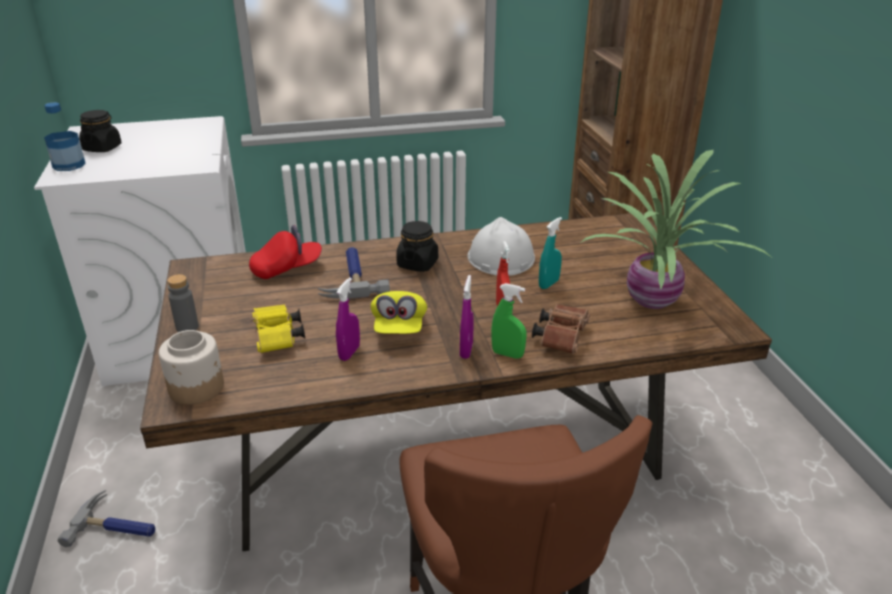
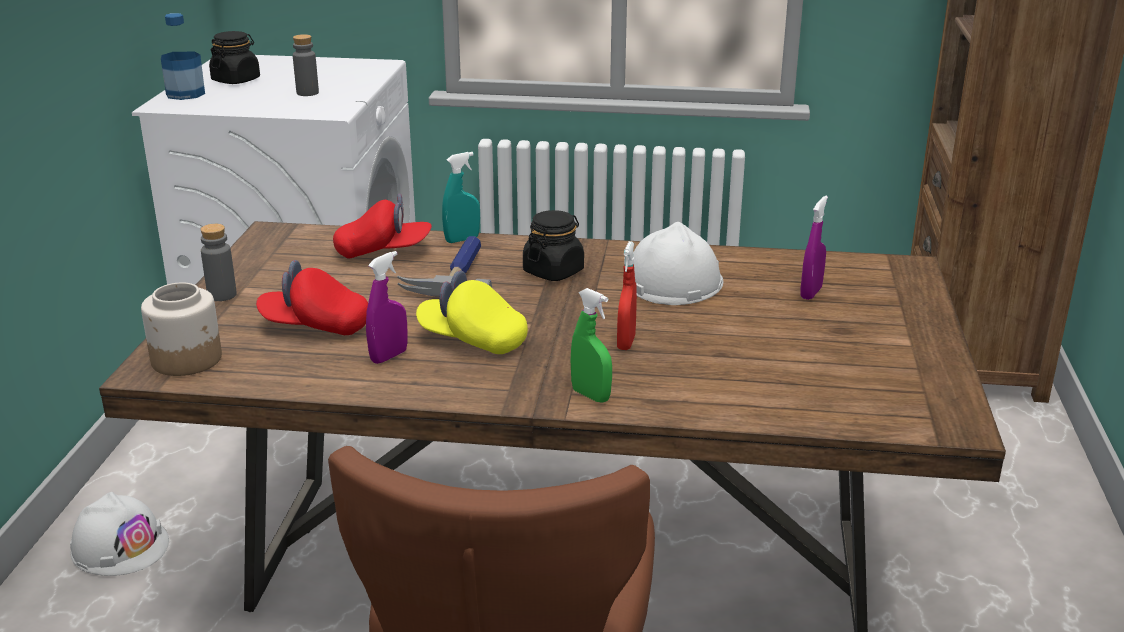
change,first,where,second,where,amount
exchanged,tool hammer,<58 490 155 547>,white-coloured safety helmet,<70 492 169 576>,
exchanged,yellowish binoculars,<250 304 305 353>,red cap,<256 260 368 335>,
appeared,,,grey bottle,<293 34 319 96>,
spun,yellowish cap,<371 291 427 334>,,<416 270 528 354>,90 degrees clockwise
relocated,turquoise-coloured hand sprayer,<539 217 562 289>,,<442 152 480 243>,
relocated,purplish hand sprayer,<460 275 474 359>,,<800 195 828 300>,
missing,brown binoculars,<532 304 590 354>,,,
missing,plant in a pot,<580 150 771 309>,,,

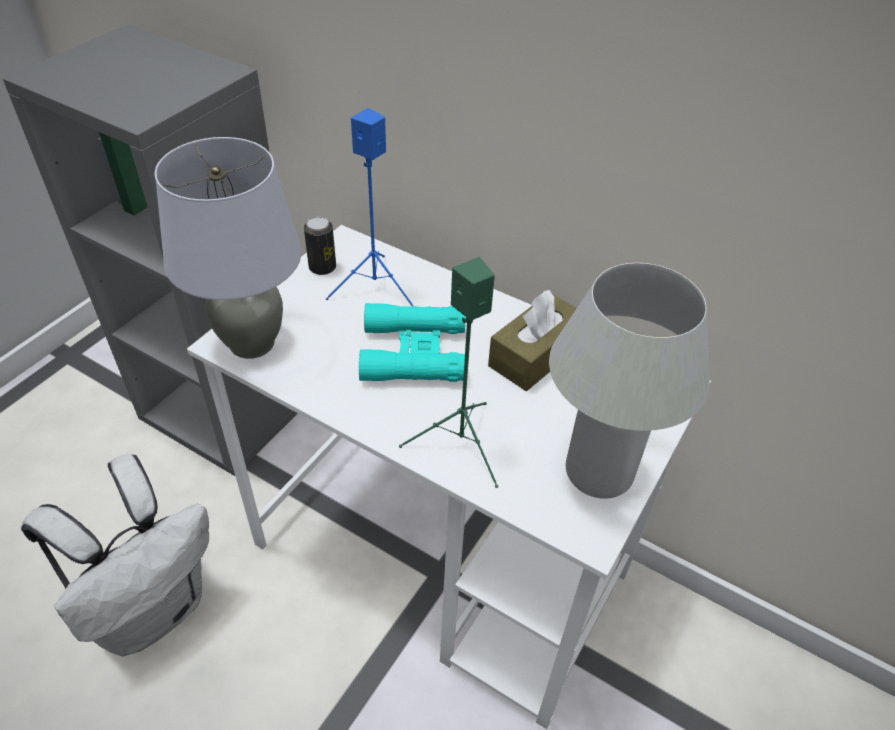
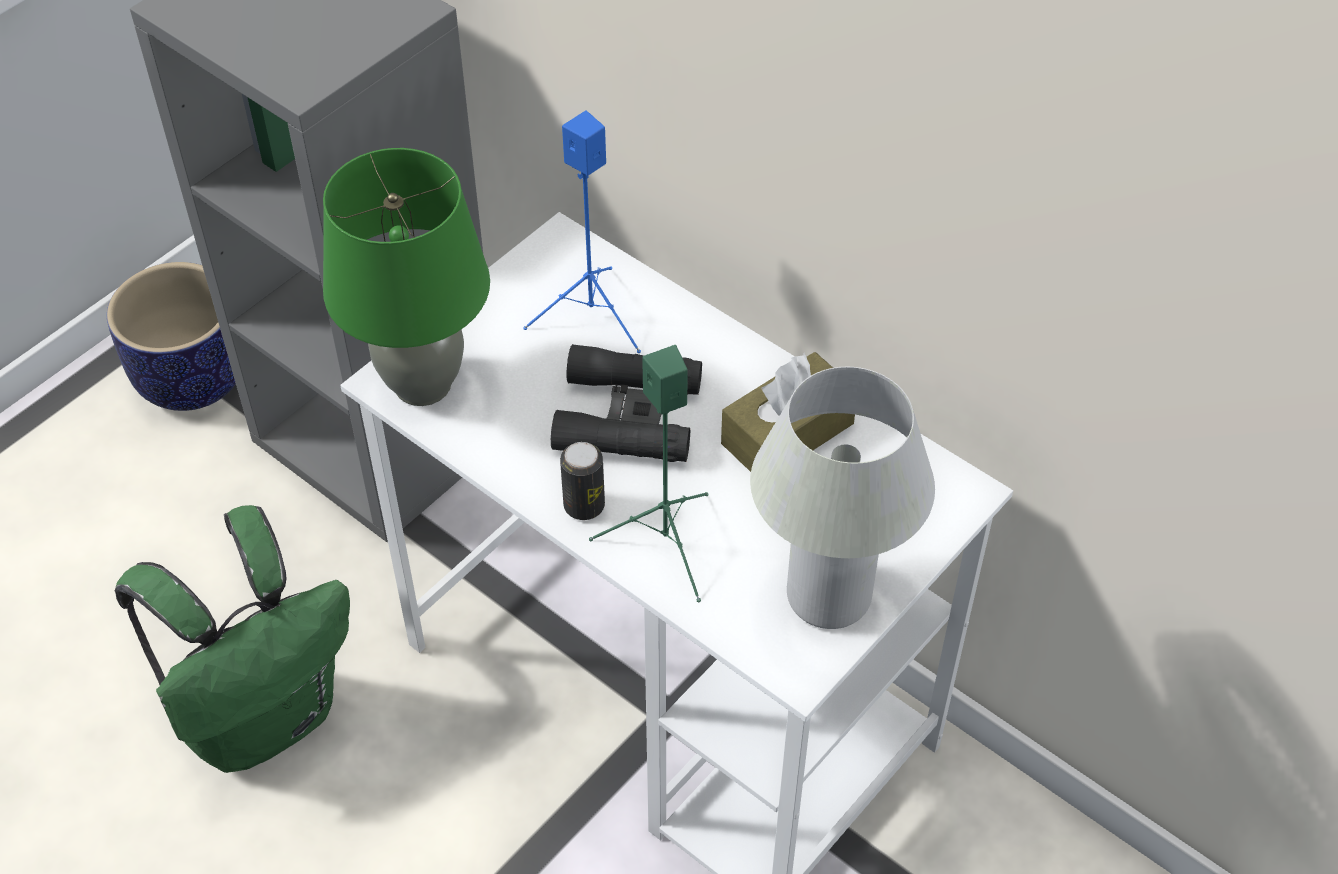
change,first,where,second,where,amount
appeared,,,flower pot,<107 262 236 411>,
colour,white-coloured rucksack,<21 454 209 657>,green-coloured rucksack,<115 505 350 773>,
colour,grey tabletop lamp,<155 137 302 359>,green-coloured tabletop lamp,<323 148 490 406>,
colour,turquoise-coloured binoculars,<359 303 465 382>,black binoculars,<551 344 702 462>,
relocated,can,<304 217 336 275>,,<560 442 605 520>,

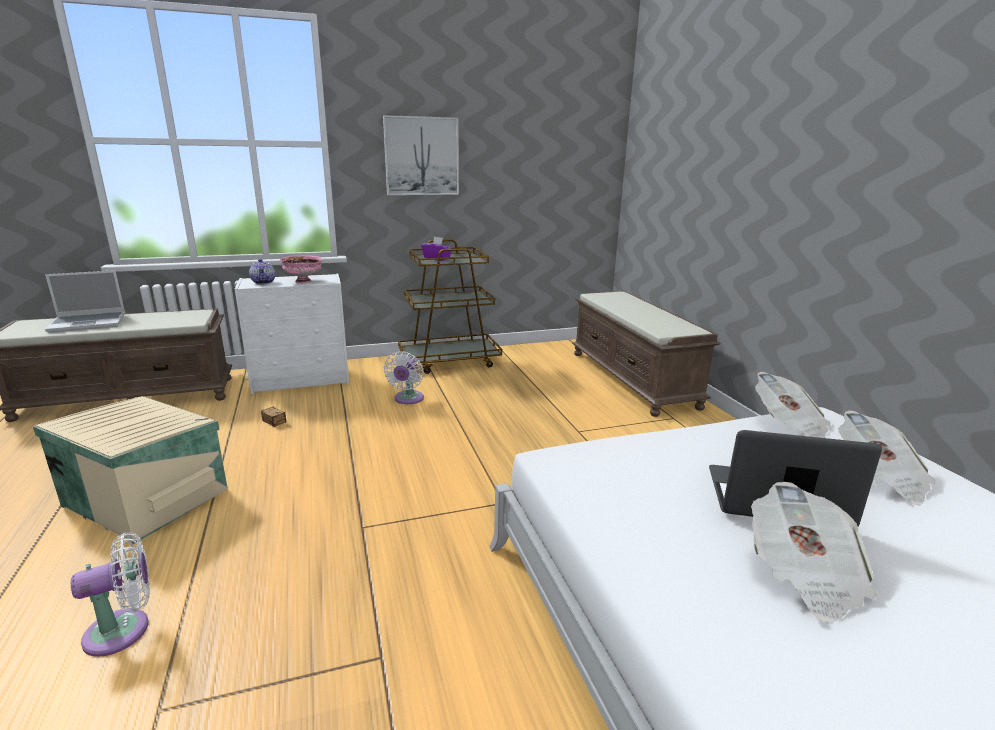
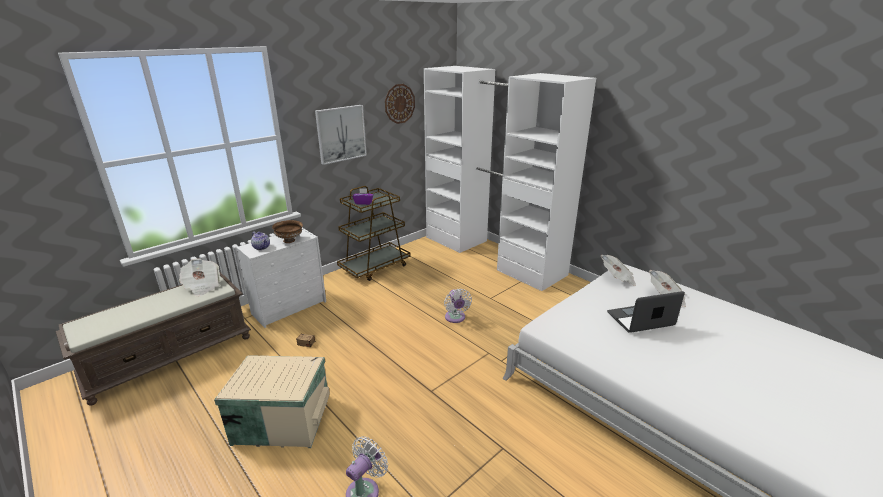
change,first,where,second,where,amount
relocated,newspaper,<751 482 878 624>,,<179 258 220 297>,
colour,pink-coloured bowl,<280 255 323 284>,brown bowl,<272 220 303 243>,
appeared,,,clock on the wall,<385 84 415 124>,
exchanged,brown indoor bench,<572 291 720 417>,white-coloured wardrobe,<424 66 596 291>,
relocated,white-coloured electric fan,<384 352 424 404>,,<444 289 472 323>,
missing,portable computer,<45 270 125 333>,,,

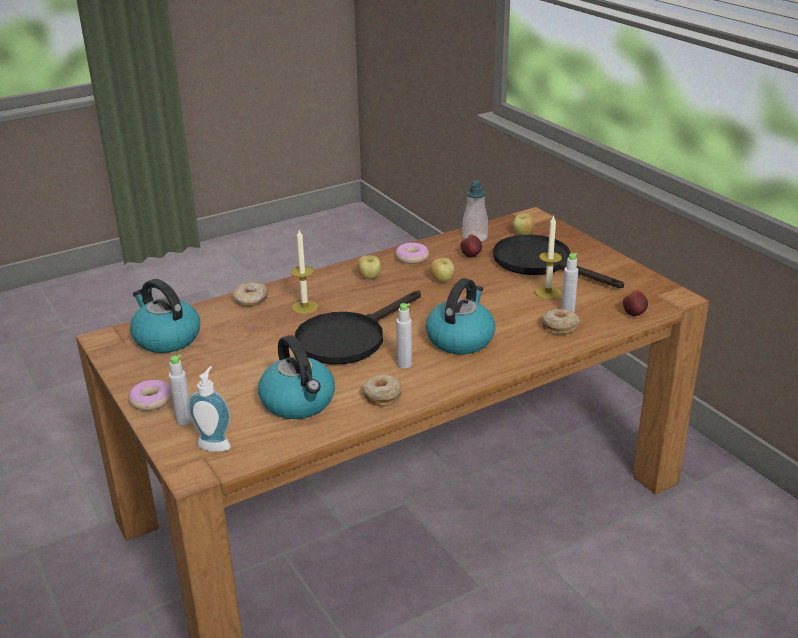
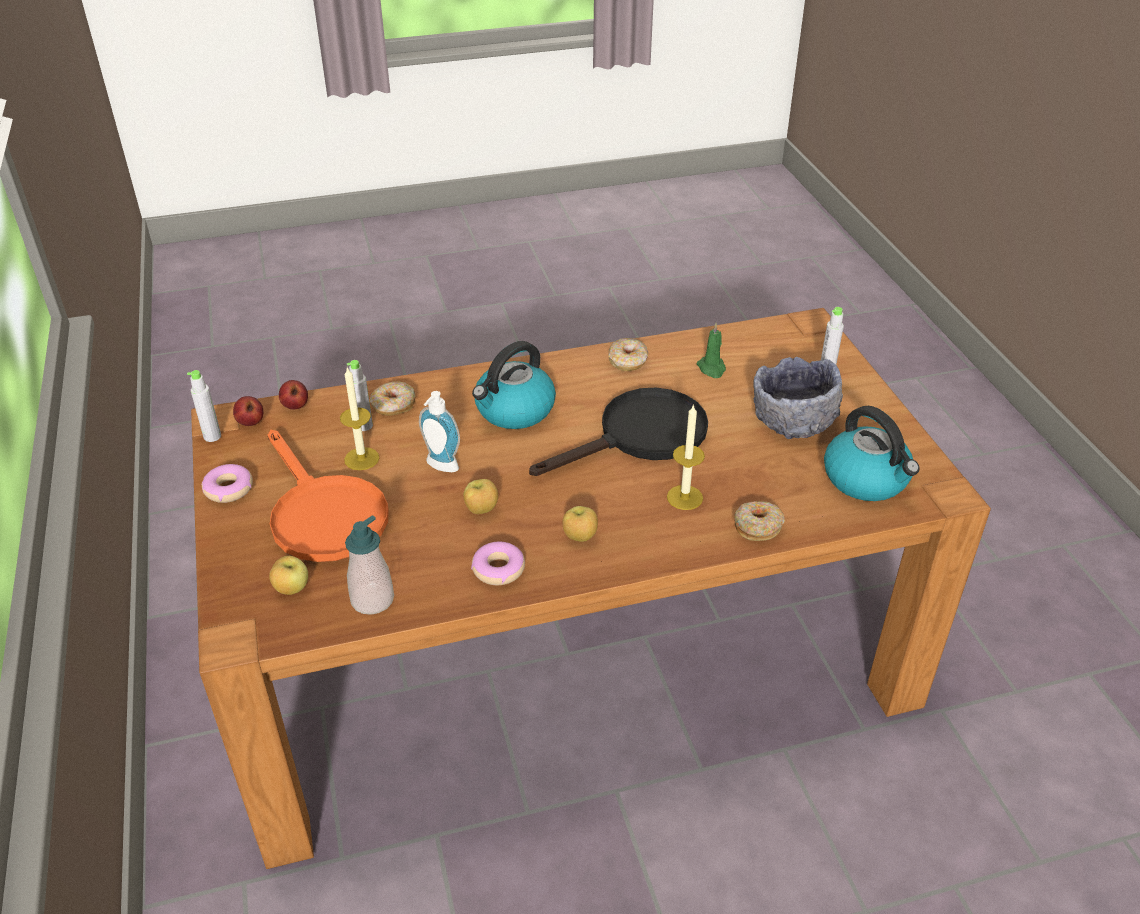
change,first,where,second,where,amount
relocated,grey bottle,<396 303 412 368>,,<187 370 221 442>,
relocated,doughnut,<128 380 172 411>,,<202 464 253 503>,
relocated,apple fruit,<460 235 482 257>,,<233 396 263 426>,
colour,black skillet,<493 234 624 288>,orangey skillet,<268 430 389 562>,
relocated,liquid soap bottle,<187 366 231 452>,,<419 391 460 472>,
exchanged,tea kettle,<258 335 335 419>,green-coloured candle,<696 323 726 378>,
appeared,,,grey bowl,<753 357 843 439>,

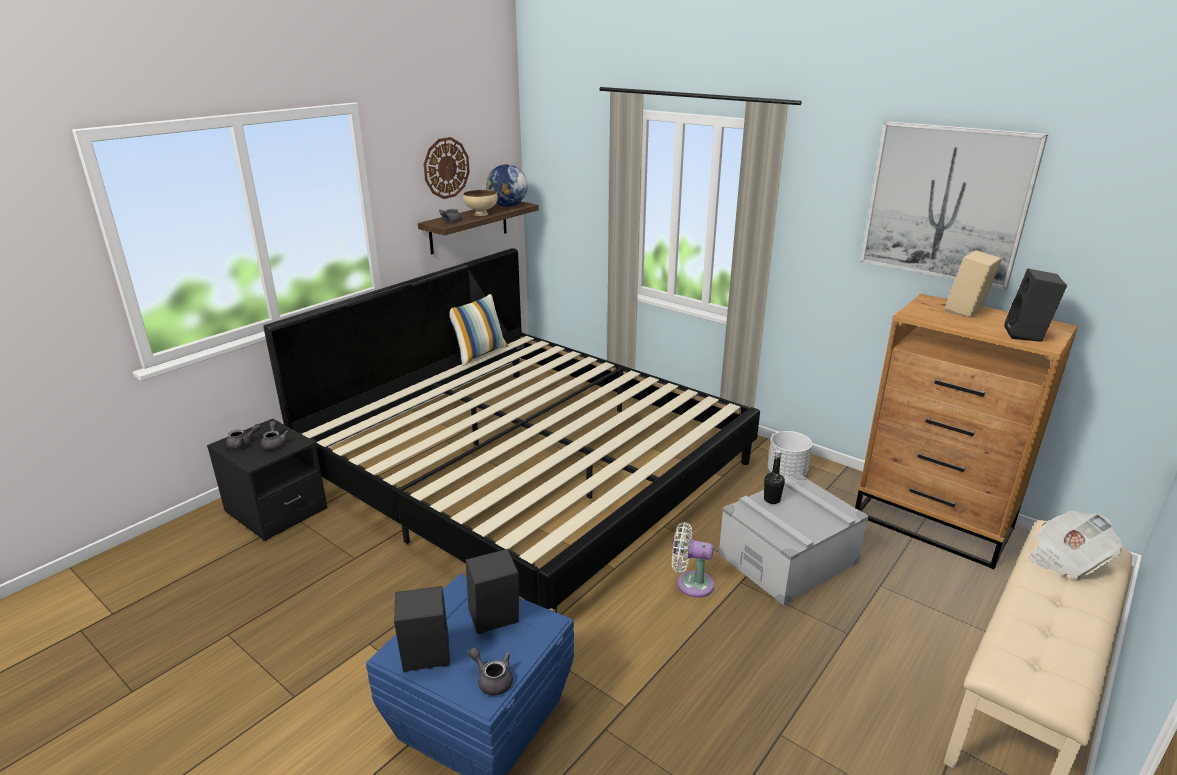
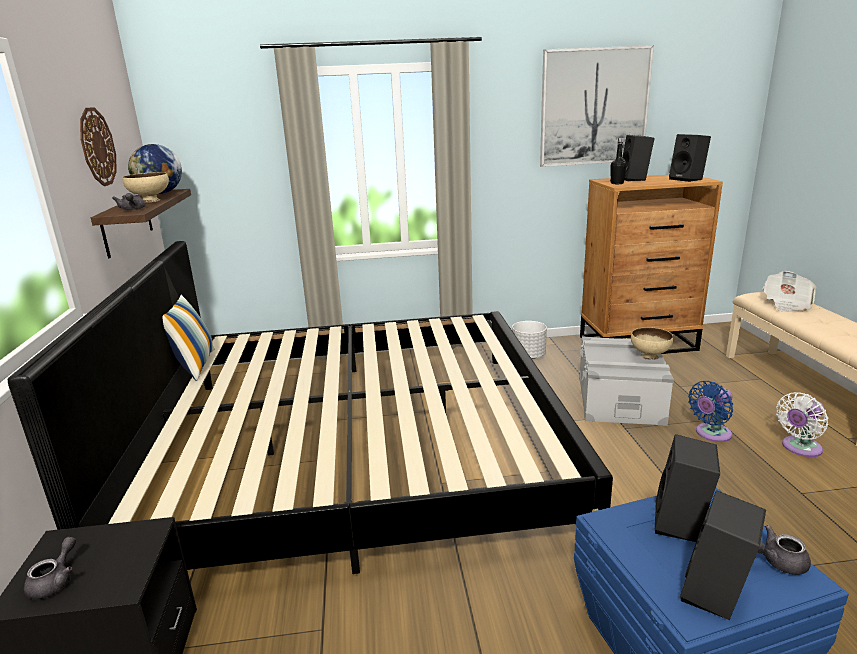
change,first,where,second,where,amount
relocated,black bottle,<764 450 785 504>,,<610 138 627 184>,
colour,beige-coloured speaker,<945 250 1002 318>,black speaker,<622 135 655 181>,
appeared,,,beige-coloured bowl,<631 327 673 360>,
appeared,,,blue electric fan,<688 381 733 442>,
relocated,white-coloured electric fan,<672 522 715 598>,,<776 392 828 457>,
missing,grey teapot,<261 421 289 450>,,,

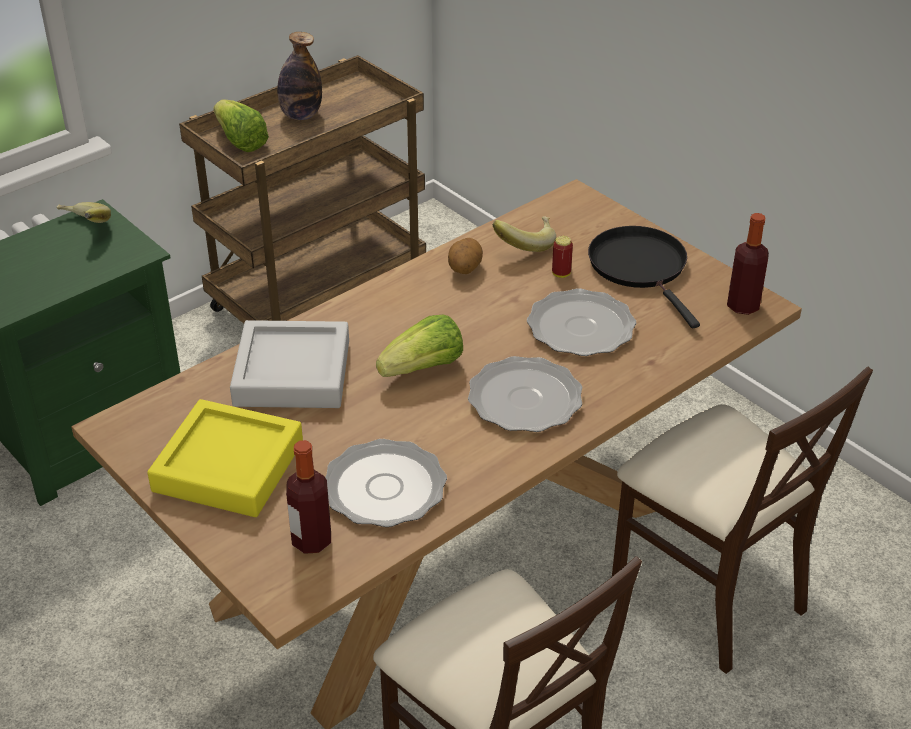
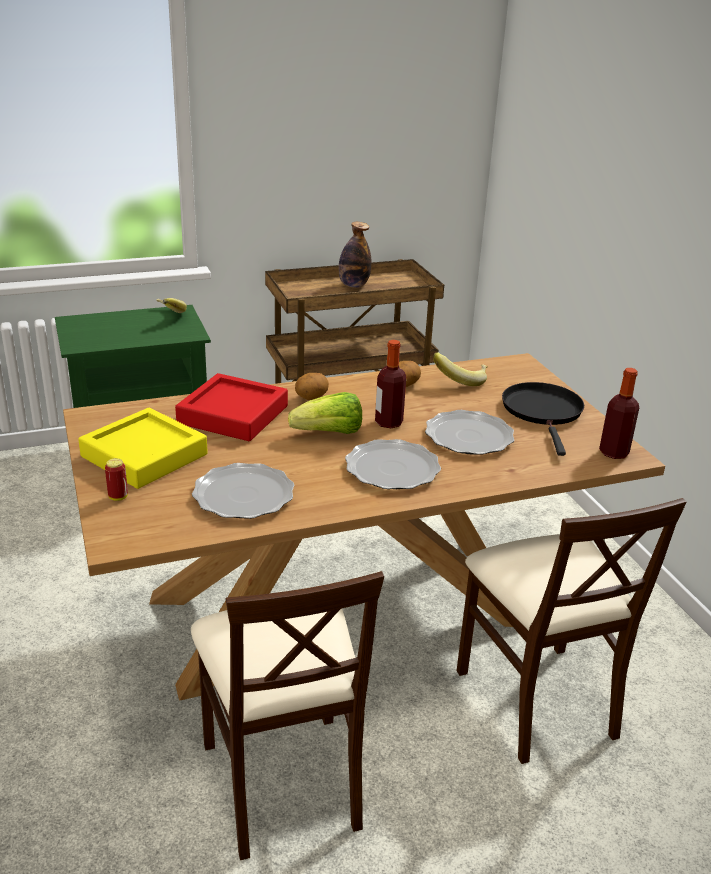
change,first,where,second,where,amount
relocated,can,<552 236 573 278>,,<105 458 128 501>,
colour,grey carrying tray,<230 320 349 408>,red carrying tray,<175 373 288 441>,
appeared,,,whole potato,<295 373 329 400>,
relocated,bottle,<286 440 331 554>,,<375 340 406 428>,
missing,lettuce,<213 99 269 152>,,,

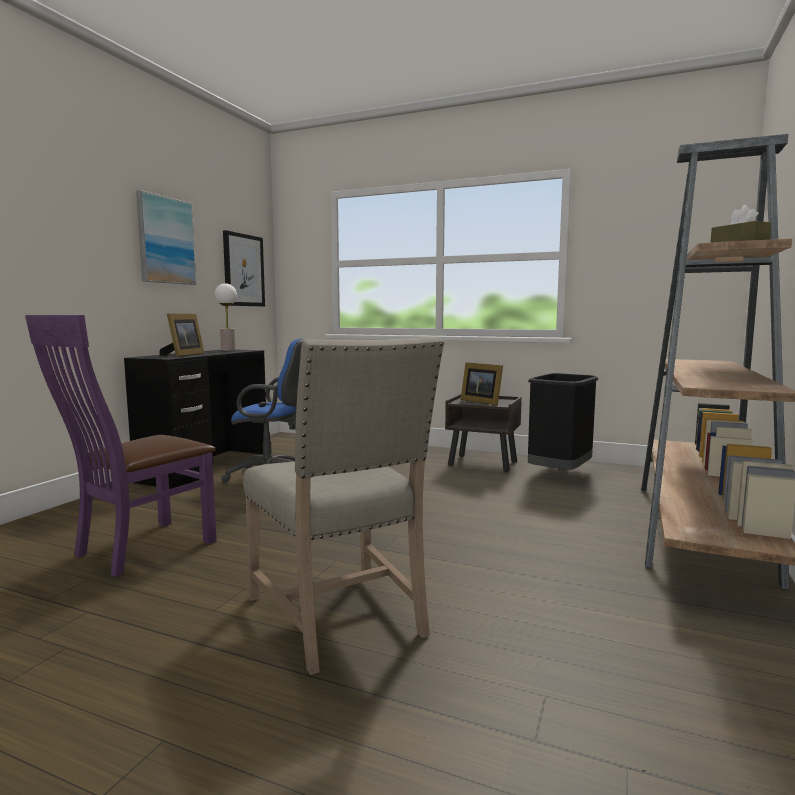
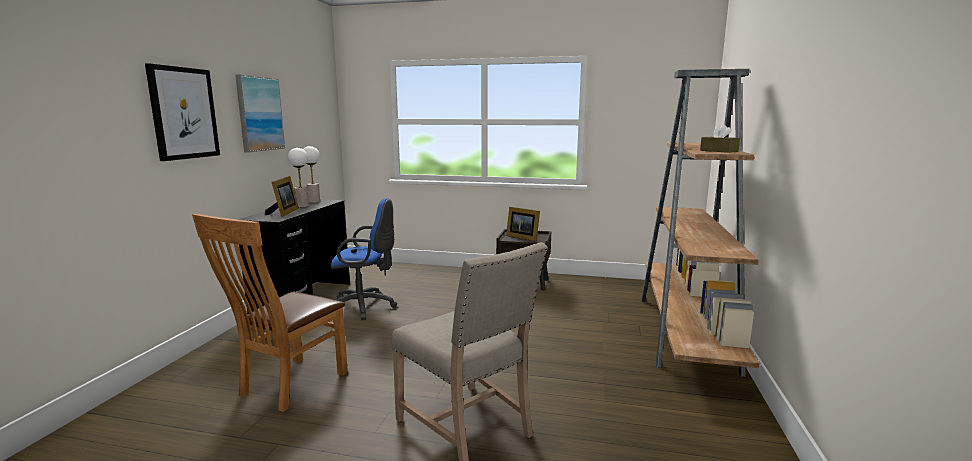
change,first,where,second,where,amount
relocated,wall picture,<223 230 265 306>,,<145 63 220 161>,
colour,purplish plain chair,<25 315 217 577>,brown plain chair,<192 214 348 412>,
appeared,,,tabletop lamp,<288 148 309 208>,
missing,black rubbish bin,<528 373 598 470>,,,

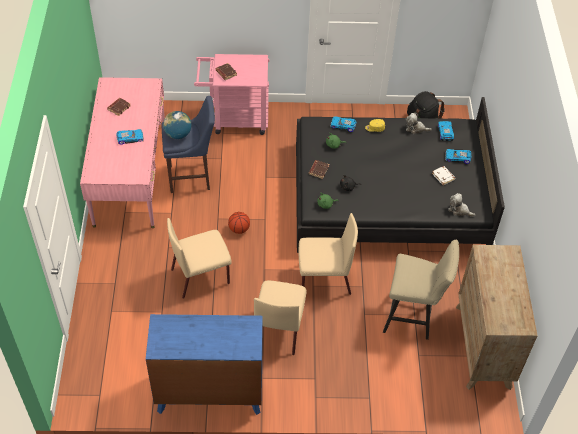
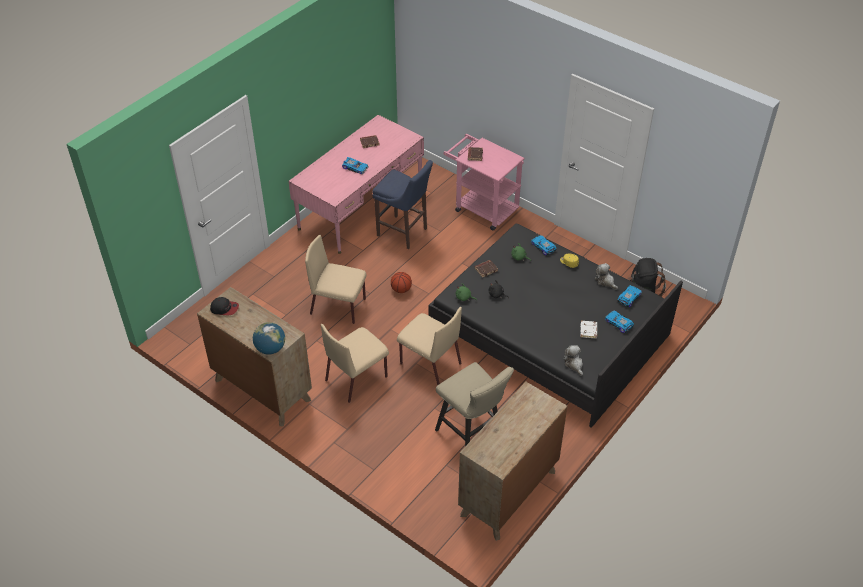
change,first,where,second,where,amount
colour,blue drawer chest,<146 314 263 415>,brown drawer chest,<197 287 312 427>,
appeared,,,cap,<210 297 239 315>,
relocated,world globe,<163 111 191 139>,,<253 322 285 355>,

